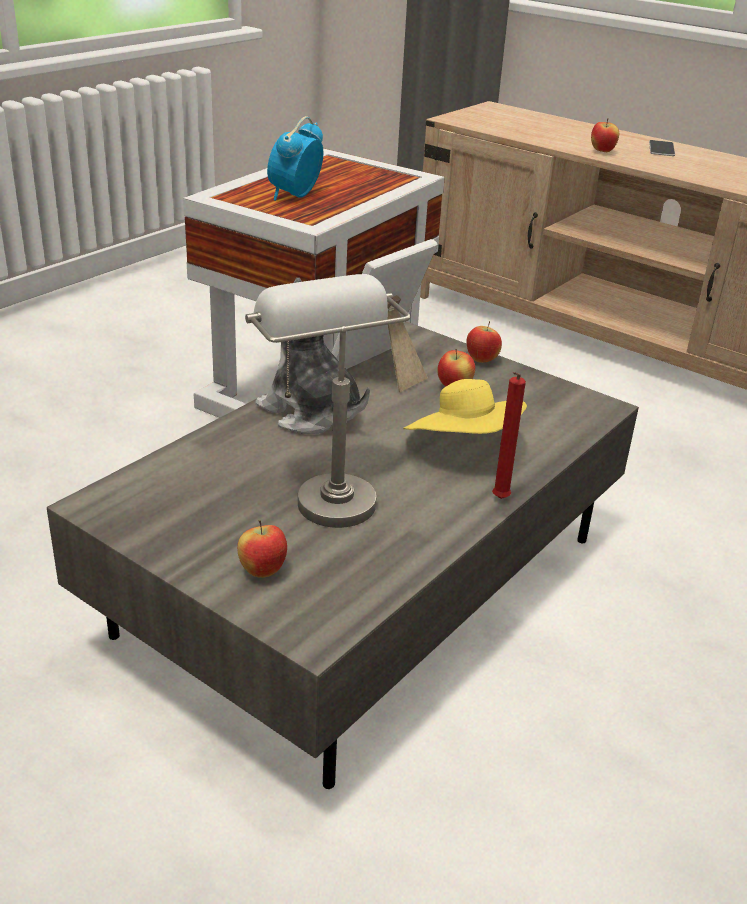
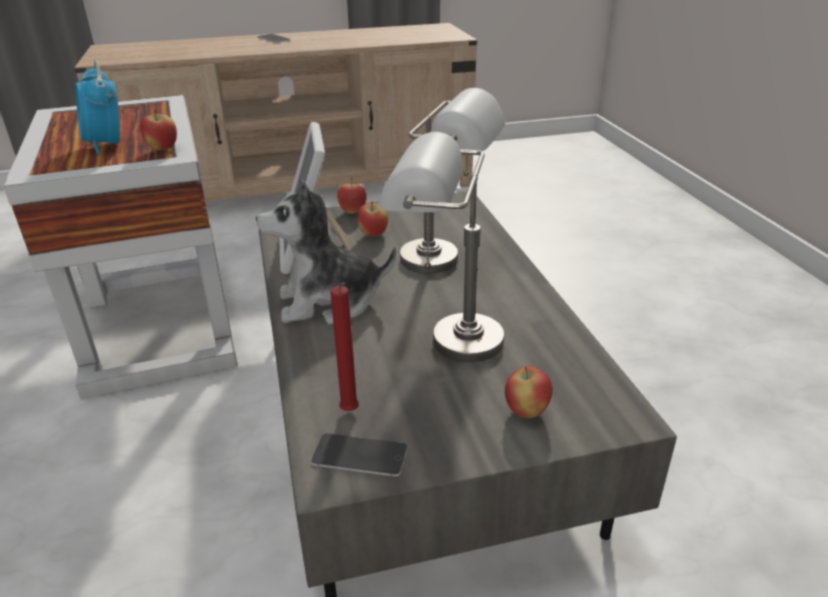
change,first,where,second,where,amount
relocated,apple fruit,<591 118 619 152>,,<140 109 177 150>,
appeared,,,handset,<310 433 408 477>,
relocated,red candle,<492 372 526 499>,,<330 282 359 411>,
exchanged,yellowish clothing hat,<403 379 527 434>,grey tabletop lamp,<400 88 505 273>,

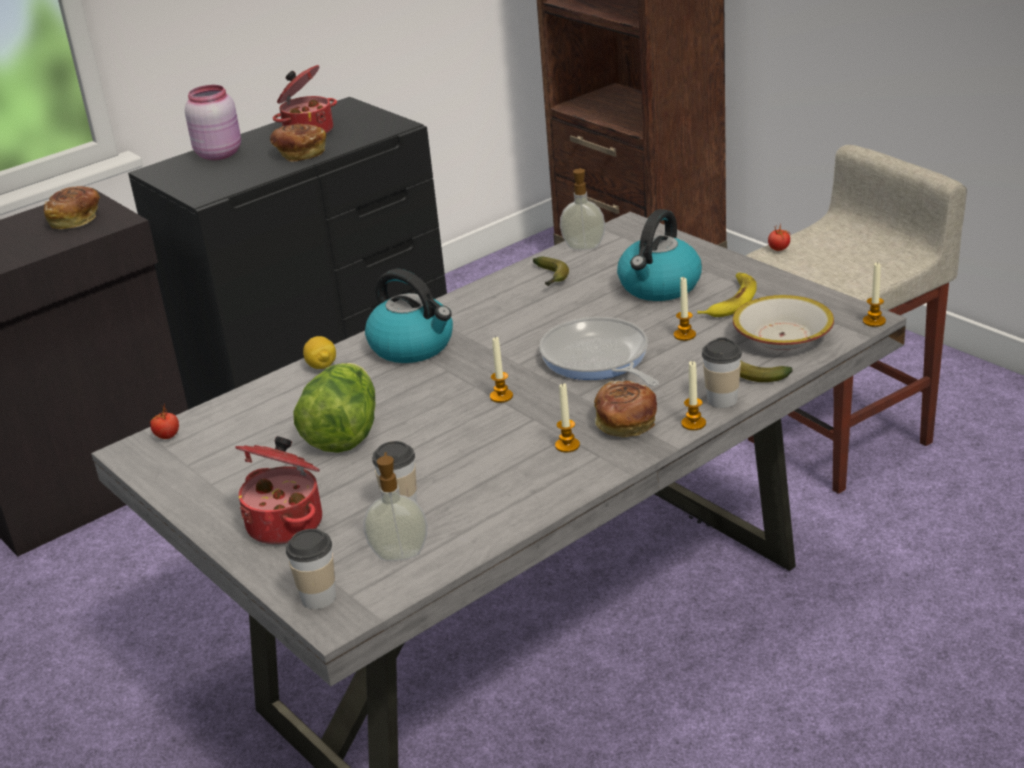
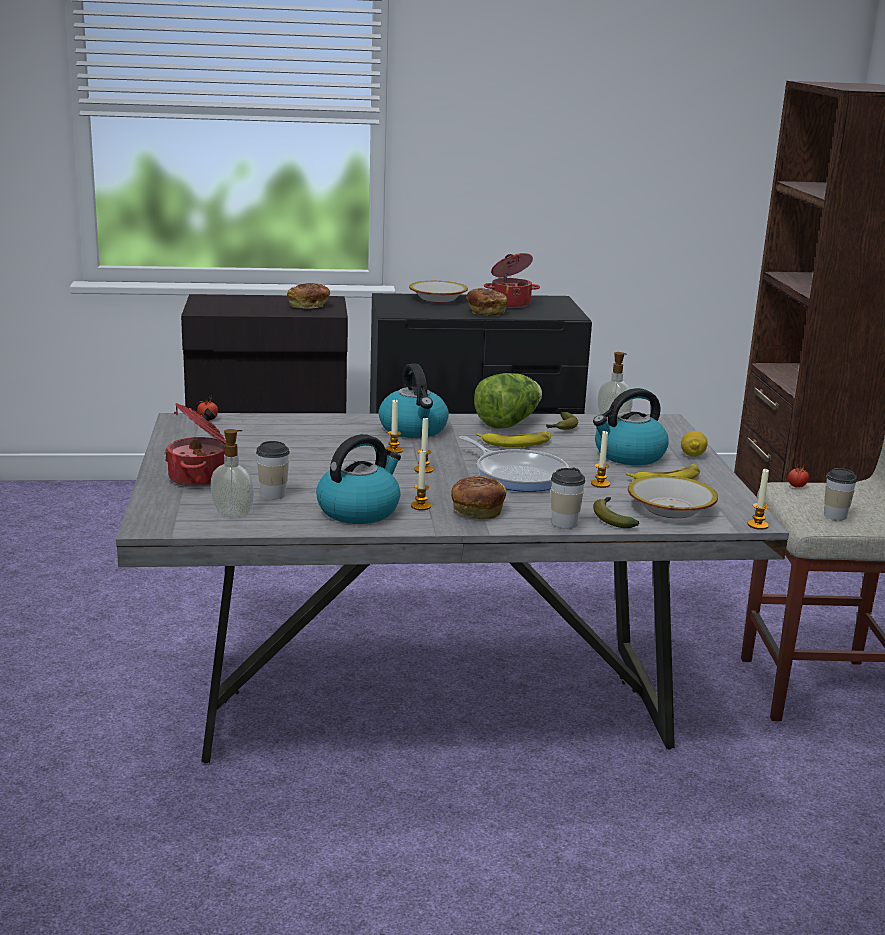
change,first,where,second,where,amount
appeared,,,tea kettle,<316 434 401 524>,
relocated,candle,<681 361 706 430>,,<385 400 403 454>,
exchanged,pink-coloured storage jar,<185 85 241 160>,bowl,<409 281 468 303>,
spun,skillet,<539 317 659 387>,,<459 436 569 492>,135 degrees clockwise
relocated,lettuce,<293 363 375 453>,,<474 373 542 429>,
appeared,,,banana fruit,<476 431 551 447>,
relocated,whole lemon,<303 336 336 369>,,<681 431 708 457>,
relocated,drinking cup,<286 529 336 609>,,<824 468 857 520>,

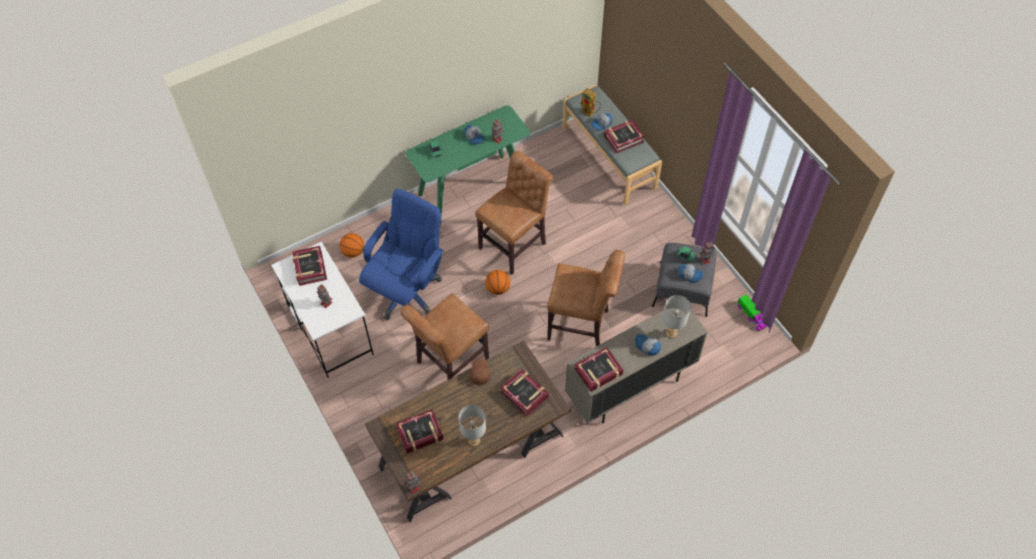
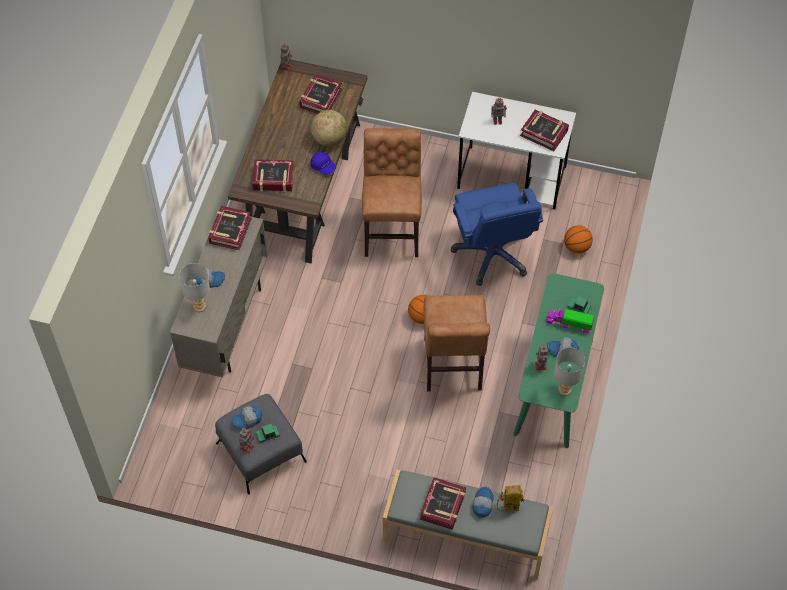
change,first,where,second,where,amount
appeared,,,world globe,<311 110 347 146>,
colour,brown cap,<470 358 490 386>,blue cap,<311 152 336 175>,
relocated,toy truck,<737 294 767 332>,,<547 309 594 333>,
relocated,grey tabletop lamp,<458 405 486 446>,,<554 347 585 396>,
missing,brown plain chair,<547 250 625 346>,,,

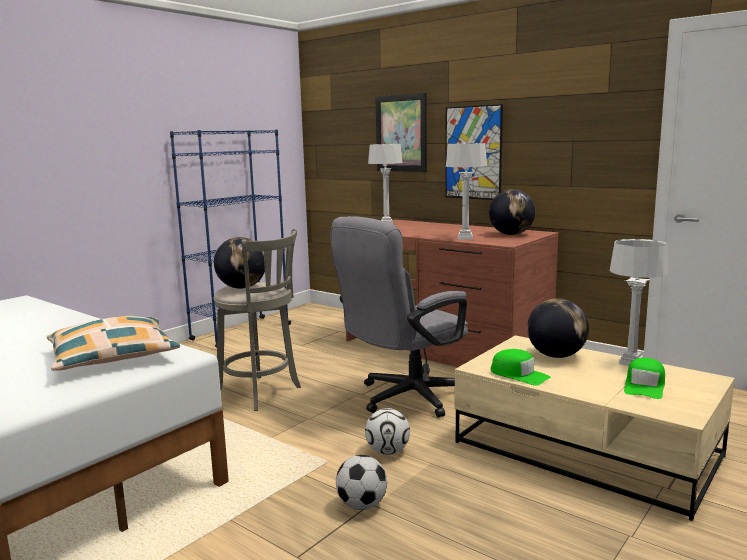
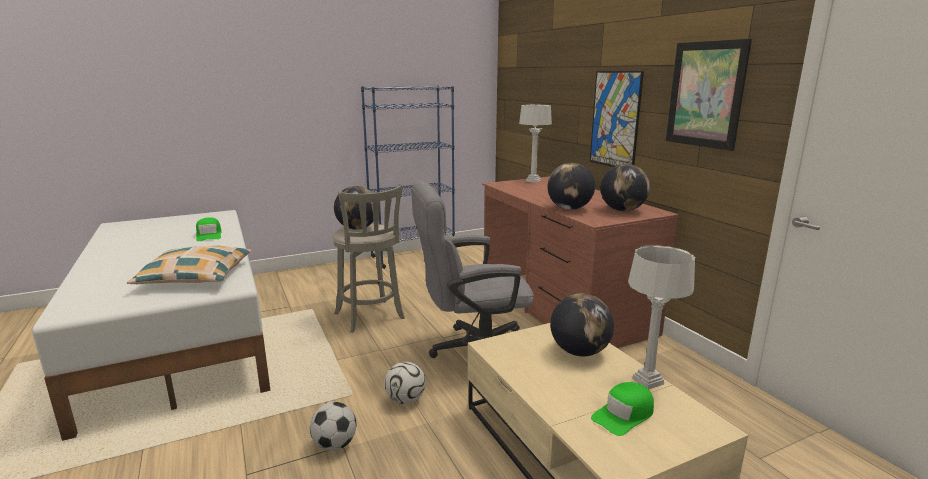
change,first,where,second,where,amount
relocated,green-coloured cap,<491 349 551 386>,,<196 217 222 241>,
exchanged,grey tabletop lamp,<446 143 487 240>,world globe,<548 163 595 210>,
relocated,wall picture,<375 93 427 172>,,<666 39 752 151>,

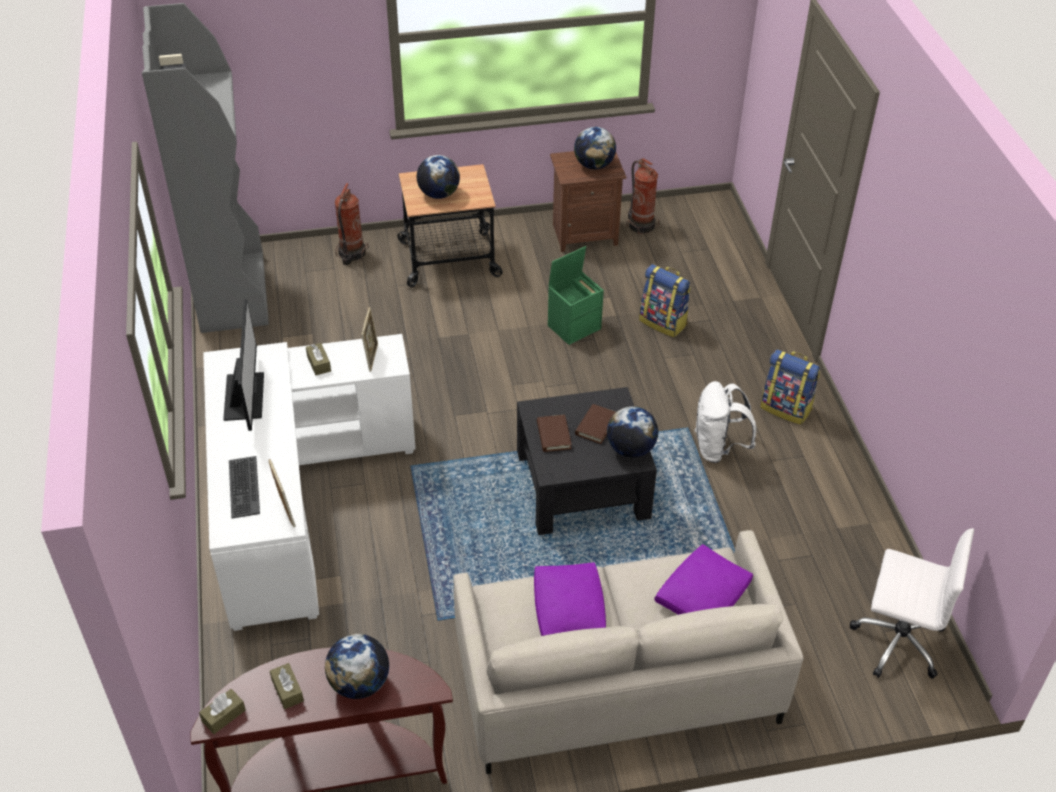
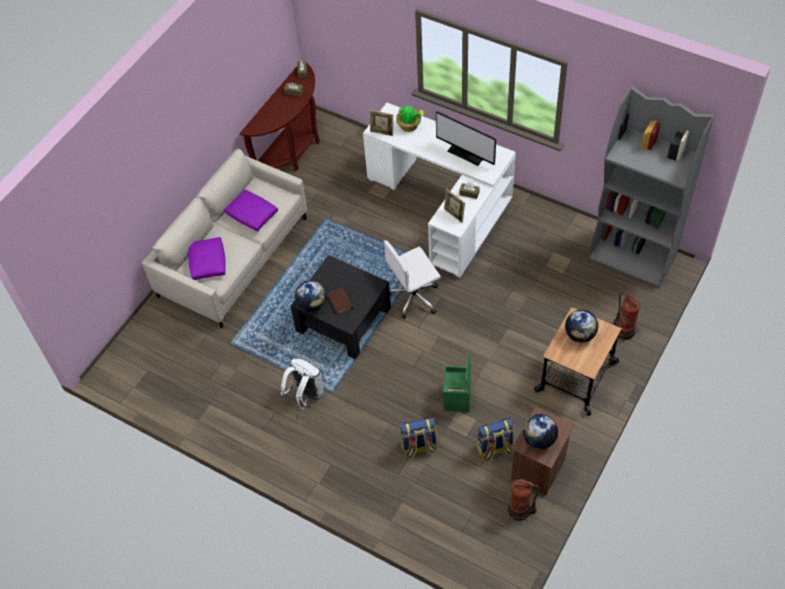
change,first,where,second,where,amount
relocated,white-coloured desk chair,<850 528 974 679>,,<384 240 441 319>,
exchanged,PC keyboard,<229 456 260 519>,plant in a pot,<396 105 424 132>,
relocated,rucksack,<761 349 820 425>,,<477 418 514 461>,
missing,world globe,<325 634 389 699>,,,
missing,brown book,<537 415 572 452>,,,

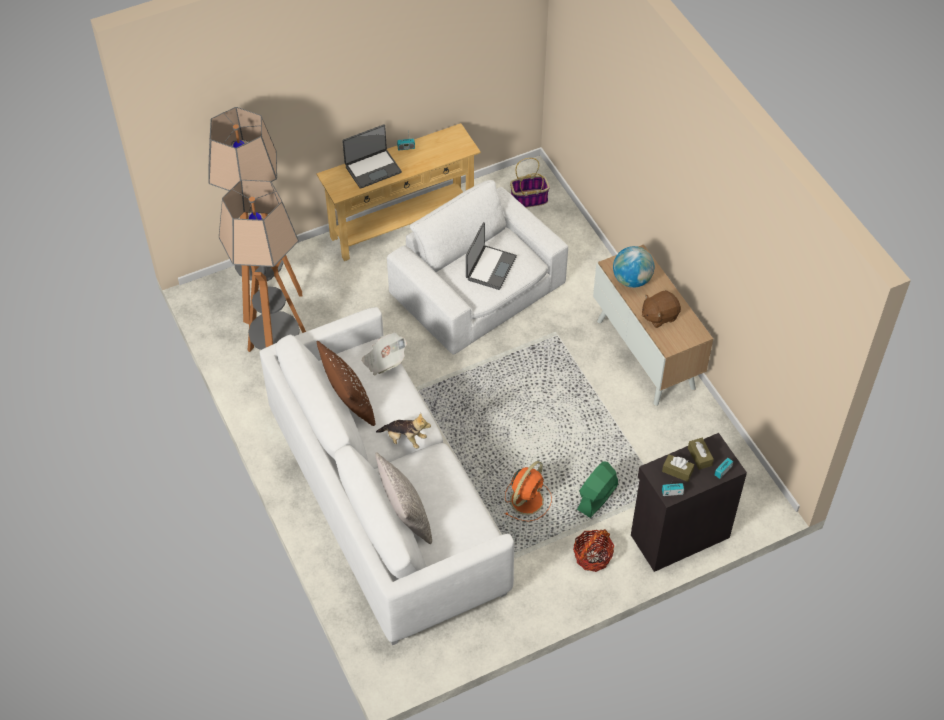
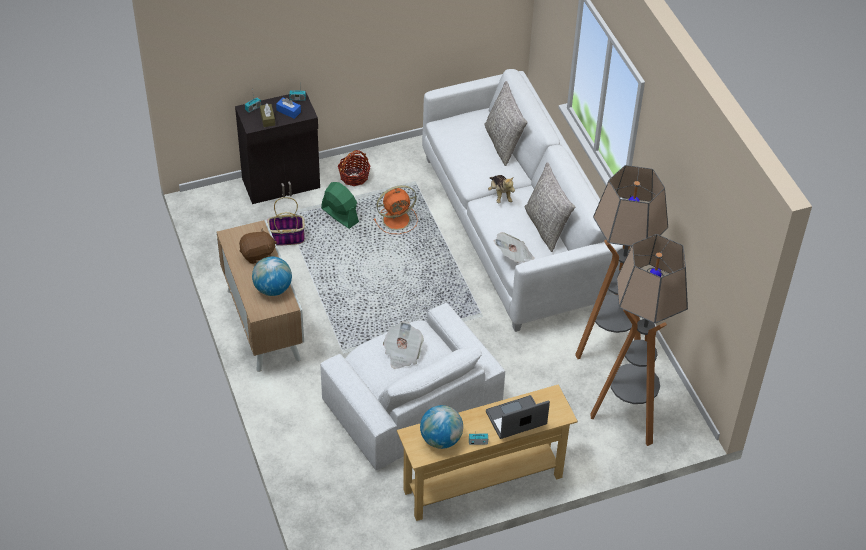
change,first,where,second,where,amount
relocated,basket,<510 158 550 208>,,<267 197 305 246>,
colour,brown tissue holder,<662 454 695 482>,blue tissue holder,<276 97 301 119>,
spun,green-coloured electric fan,<577 461 618 518>,,<321 182 359 229>,90 degrees counterclockwise
spun,orangey electric fan,<505 461 552 522>,,<374 185 418 234>,150 degrees counterclockwise
exchanged,portable computer,<466 222 517 290>,newspaper,<383 321 424 369>,
appeared,,,world globe,<420 405 463 449>,
spun,cuddly toy,<376 413 431 449>,,<488 175 515 203>,135 degrees counterclockwise
colour,brown cushion,<317 341 375 426>,grey cushion,<524 162 575 252>,

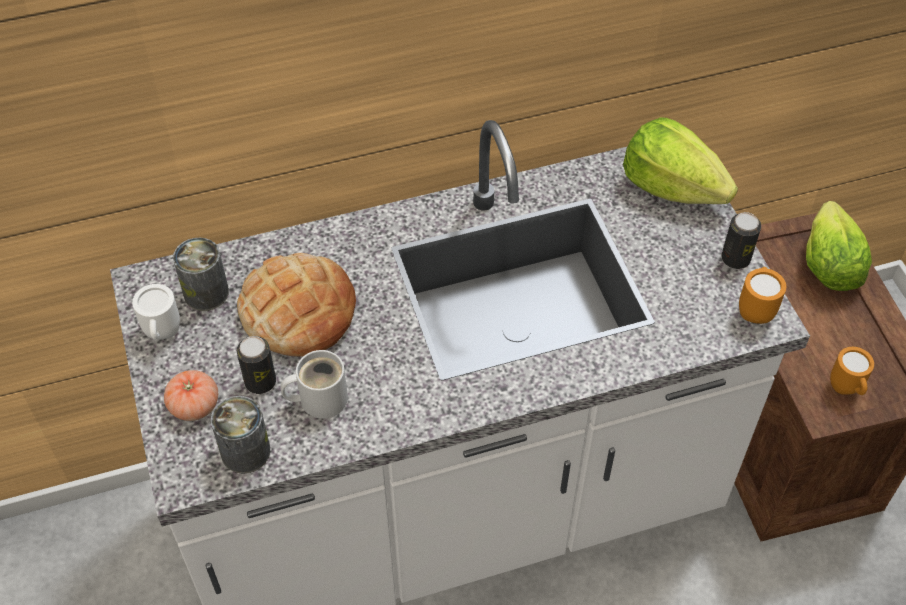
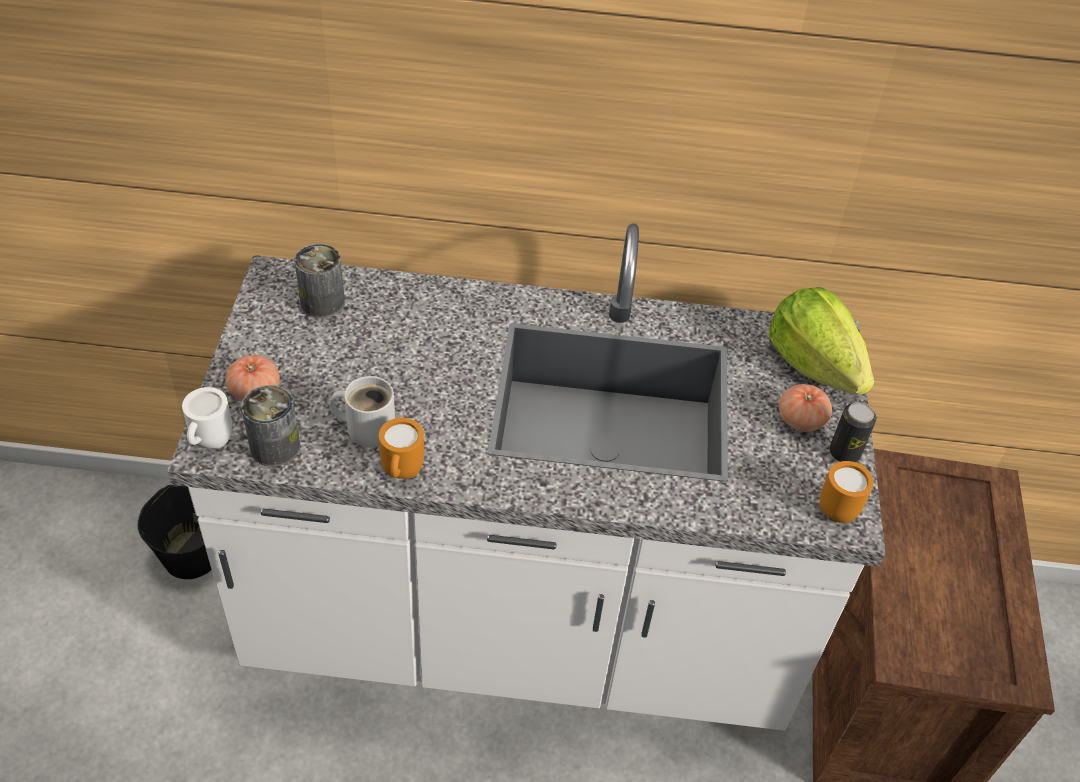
change,first,where,second,where,amount
appeared,,,black pail,<138 485 212 579>,
relocated,white-coloured tea mug,<132 284 180 340>,,<182 387 233 449>,
relocated,orangey tea mug,<830 347 874 395>,,<379 418 424 479>,
appeared,,,whole tomato,<779 384 832 432>,
missing,bakery bread,<237 253 356 357>,,,
missing,can,<237 336 276 394>,,,
missing,lettuce,<806 201 872 291>,,,

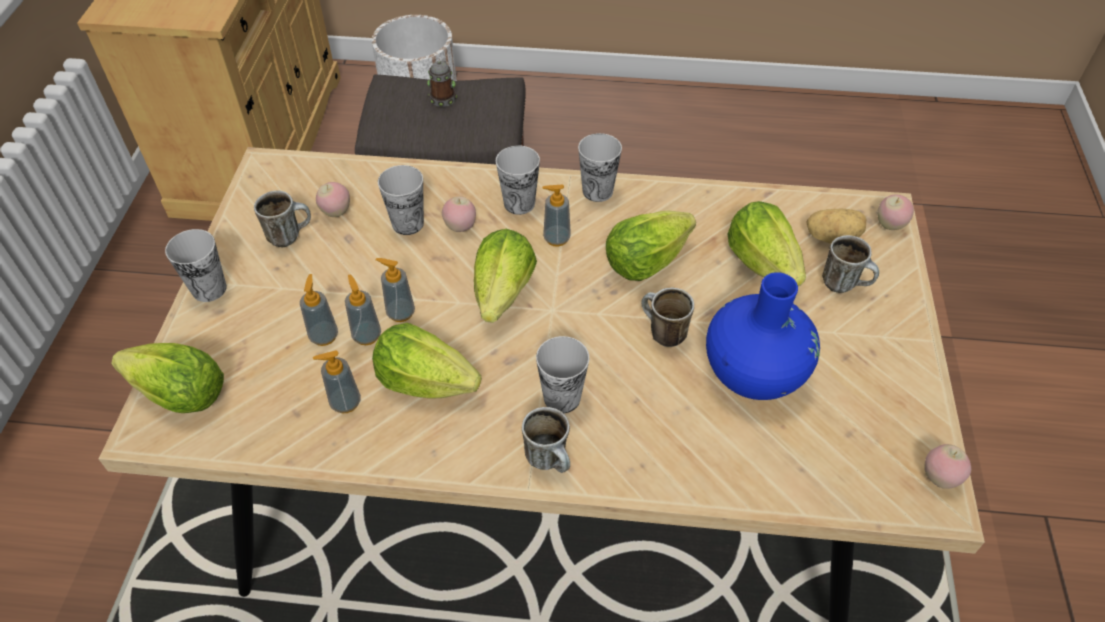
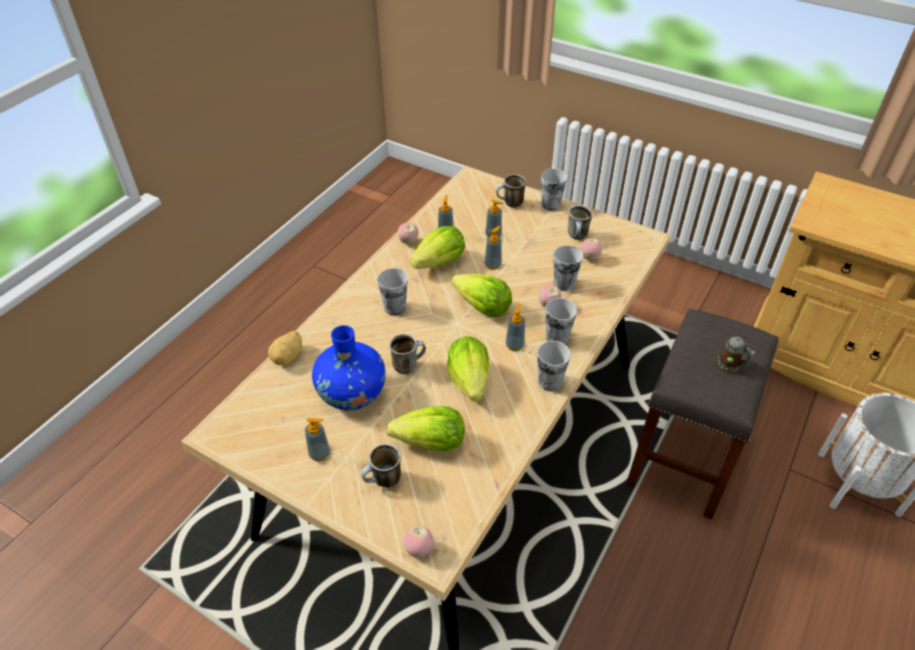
change,first,where,second,where,amount
relocated,whole potato,<806 208 866 244>,,<268 331 302 365>,
relocated,liquid soap bottle,<345 274 381 345>,,<305 418 330 461>,
relocated,apple fruit,<924 444 971 489>,,<398 223 418 244>,
relocated,tea mug,<522 407 570 473>,,<496 174 526 208>,
missing,lettuce,<111 343 224 413>,,,

